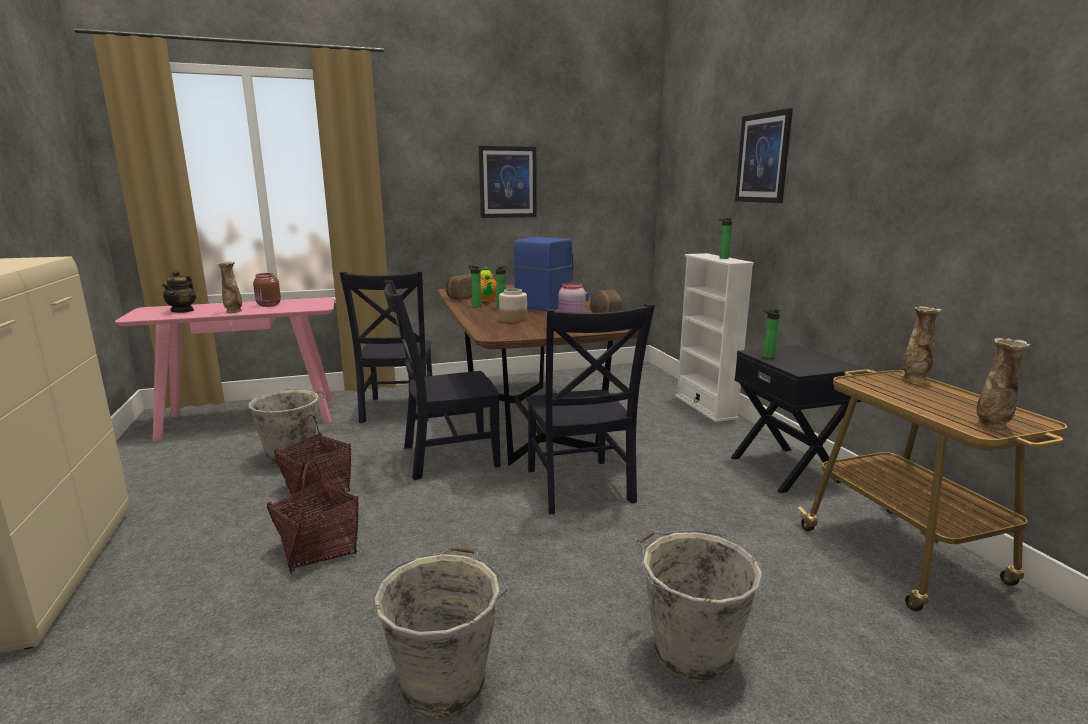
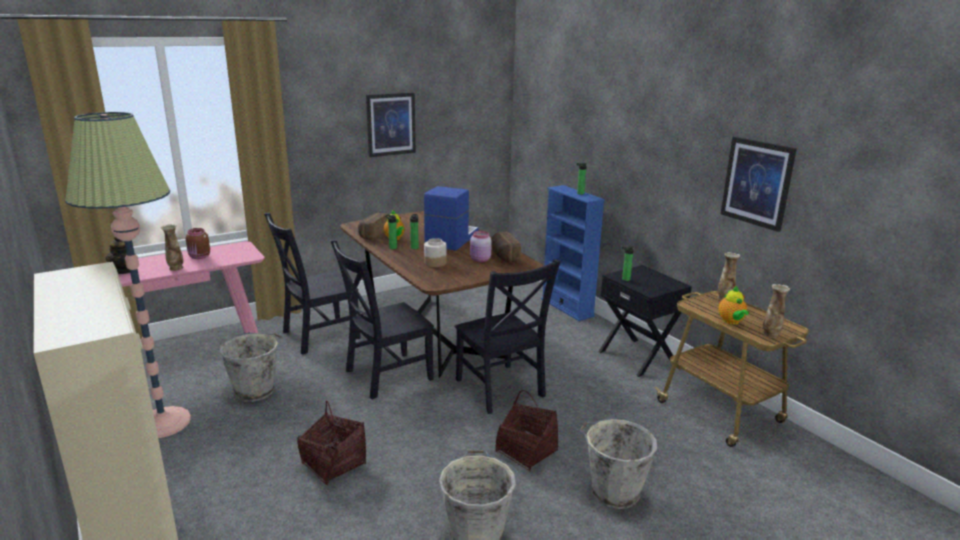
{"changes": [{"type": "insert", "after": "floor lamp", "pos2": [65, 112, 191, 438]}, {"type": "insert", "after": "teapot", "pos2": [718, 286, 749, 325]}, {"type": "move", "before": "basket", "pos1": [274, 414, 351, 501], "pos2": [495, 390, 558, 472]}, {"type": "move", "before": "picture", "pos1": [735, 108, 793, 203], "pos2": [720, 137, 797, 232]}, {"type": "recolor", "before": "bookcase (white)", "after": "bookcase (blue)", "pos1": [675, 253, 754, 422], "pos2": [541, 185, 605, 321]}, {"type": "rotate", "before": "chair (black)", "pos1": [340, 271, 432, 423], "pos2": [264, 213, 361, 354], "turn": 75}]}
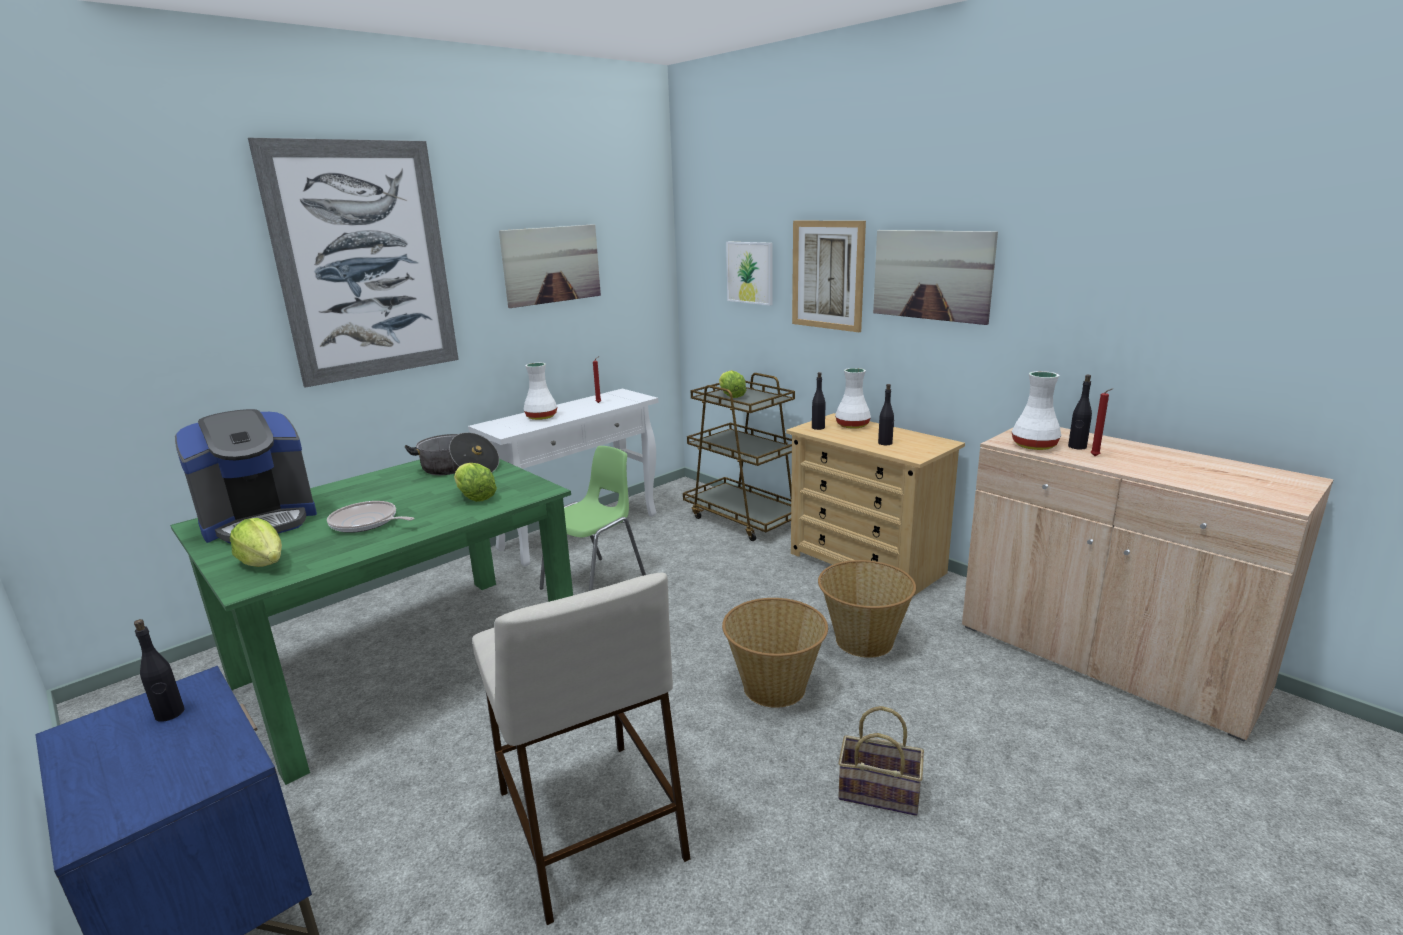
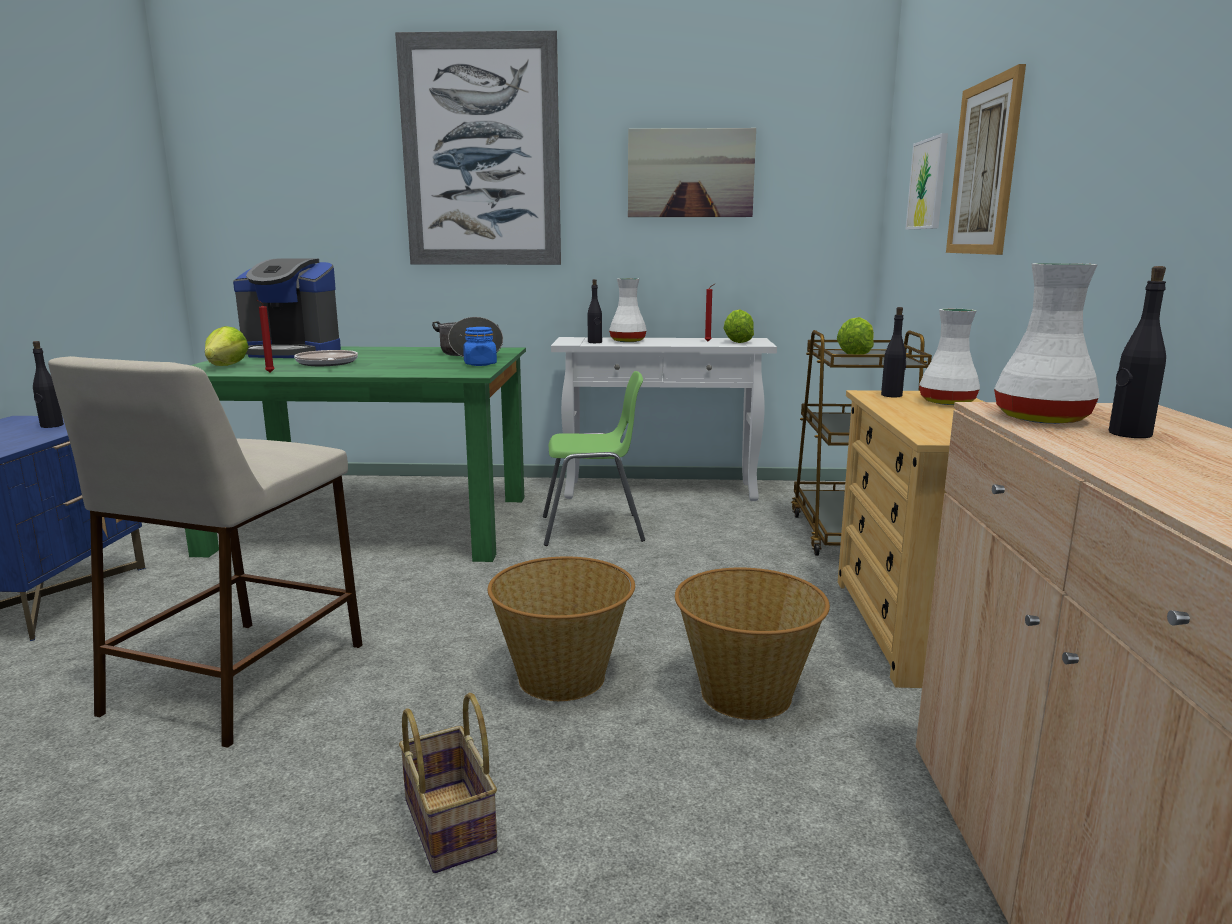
{"changes": [{"type": "delete", "before": "picture", "pos1": [873, 230, 998, 325]}, {"type": "insert", "after": "jar (blue)", "pos2": [463, 327, 497, 366]}, {"type": "move", "before": "lettuce", "pos1": [454, 463, 497, 502], "pos2": [723, 309, 754, 343]}, {"type": "move", "before": "bottle (black)", "pos1": [878, 384, 894, 445], "pos2": [588, 279, 602, 343]}, {"type": "move", "before": "candle (red)", "pos1": [1091, 388, 1113, 456], "pos2": [257, 300, 275, 373]}]}
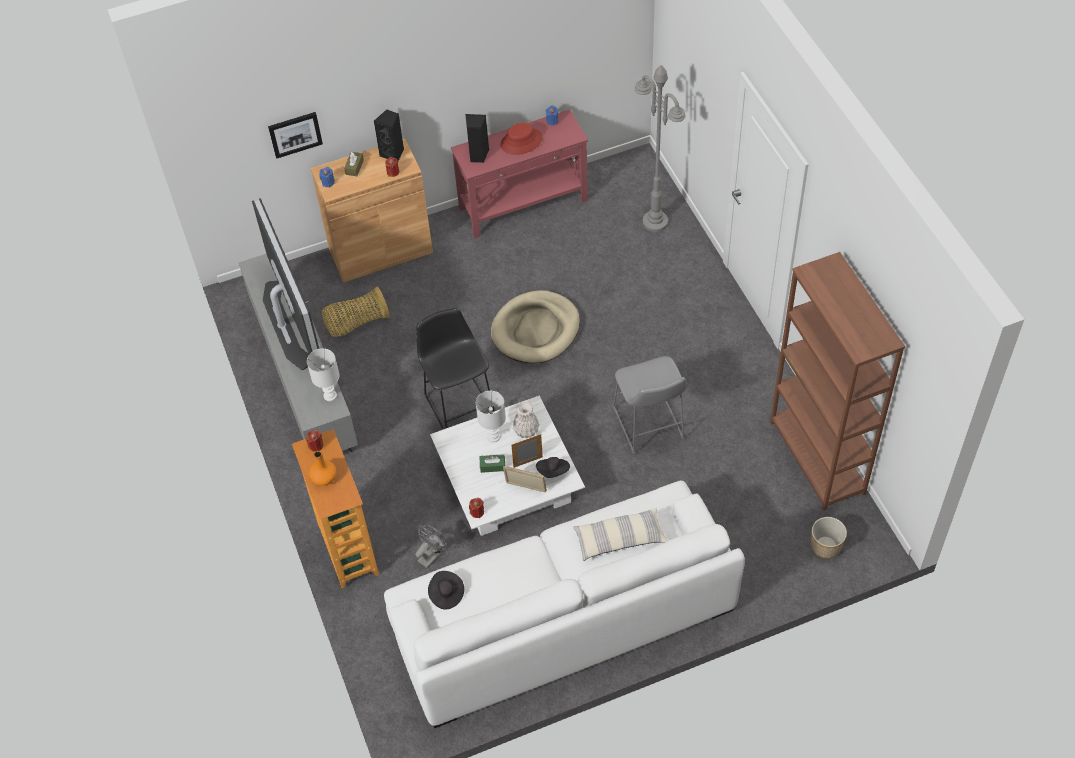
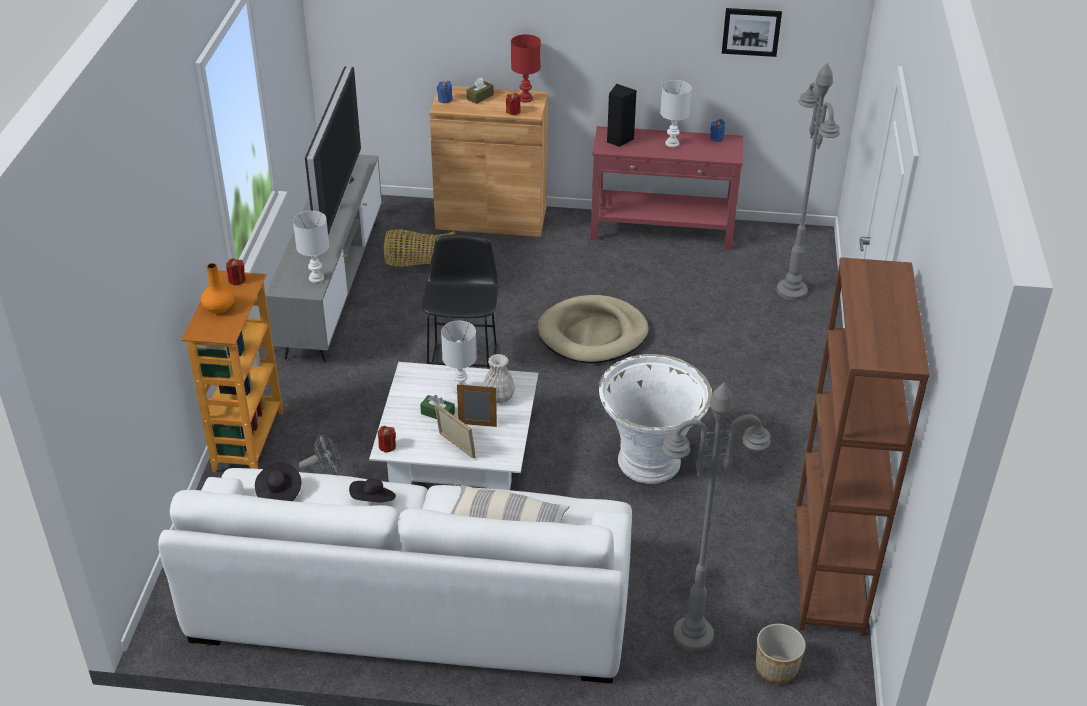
{"changes": [{"type": "insert", "after": "floor lamp (grey)", "pos2": [662, 383, 771, 652]}, {"type": "move", "before": "picture", "pos1": [268, 112, 323, 159], "pos2": [722, 8, 782, 57]}, {"type": "move", "before": "hat (black)", "pos1": [536, 457, 570, 478], "pos2": [349, 478, 396, 502]}, {"type": "replace", "before": "speaker (black)", "after": "table lamp (red)", "pos1": [374, 109, 404, 161], "pos2": [511, 34, 541, 103]}, {"type": "replace", "before": "hat (red)", "after": "table lamp (white)", "pos1": [501, 123, 543, 155], "pos2": [660, 80, 692, 147]}, {"type": "replace", "before": "stool (grey)", "after": "planter (white)", "pos1": [613, 356, 687, 454], "pos2": [599, 354, 712, 484]}]}
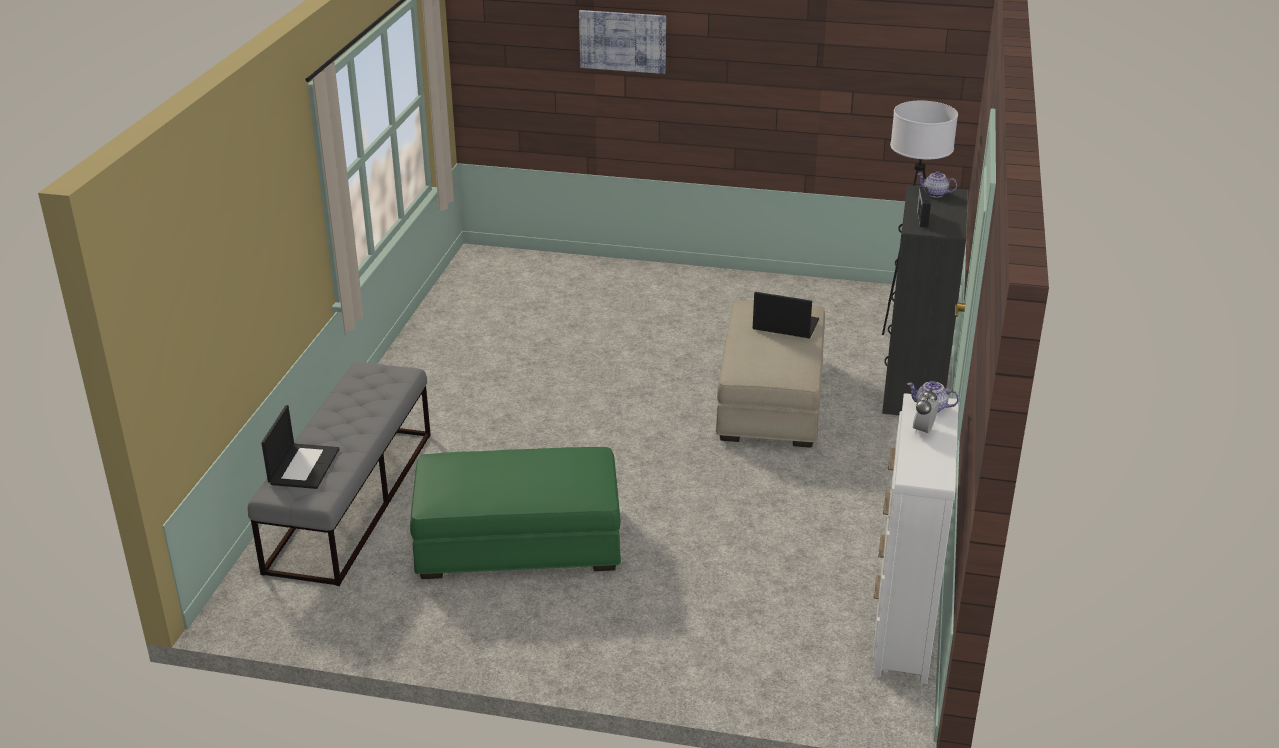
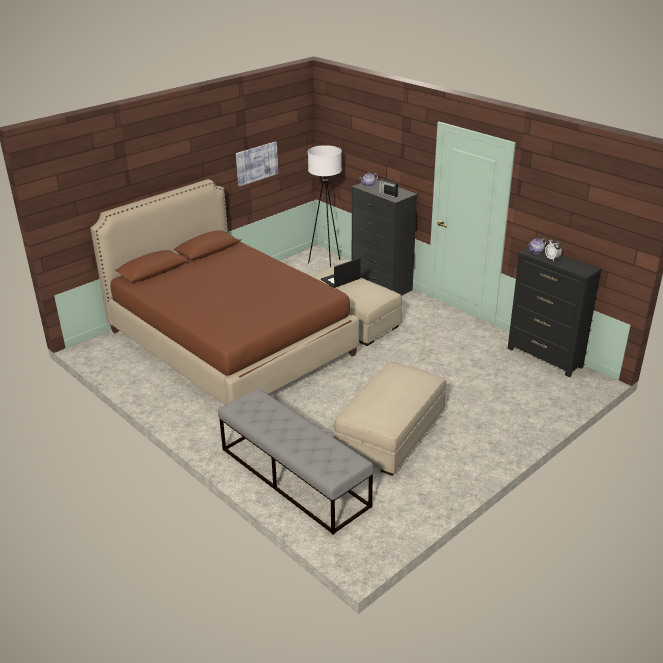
{"changes": [{"type": "delete", "before": "laptop", "pos1": [261, 405, 339, 489]}, {"type": "insert", "after": "bed (brown)", "pos2": [90, 179, 359, 405]}, {"type": "move", "before": "picture", "pos1": [579, 10, 666, 74], "pos2": [236, 141, 278, 186]}, {"type": "recolor", "before": "ottoman (green)", "after": "ottoman (beige)", "pos1": [410, 447, 621, 579], "pos2": [334, 362, 446, 476]}, {"type": "recolor", "before": "dresser (white)", "after": "dresser (black)", "pos1": [873, 393, 959, 684], "pos2": [508, 248, 602, 377]}]}
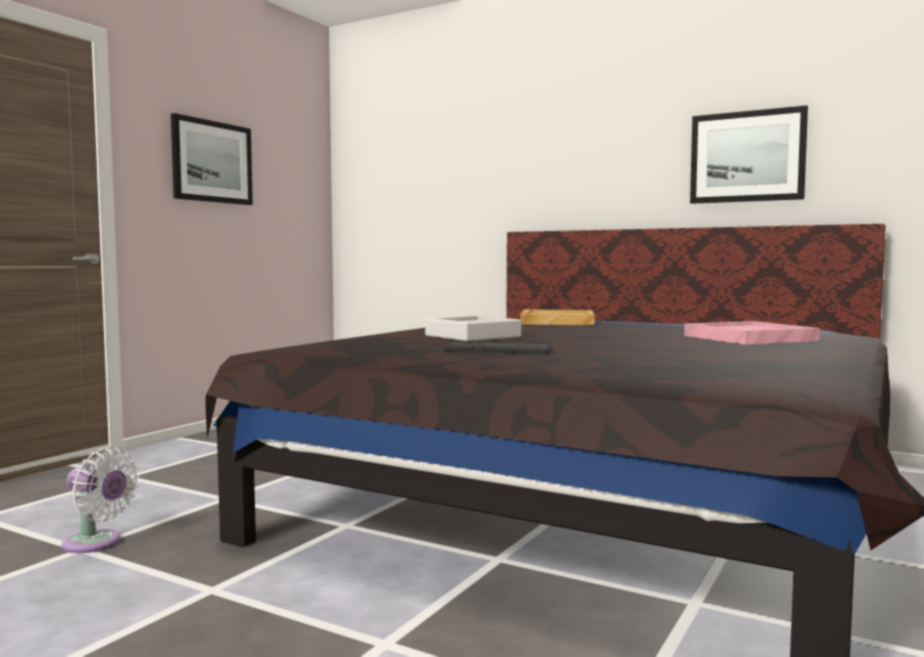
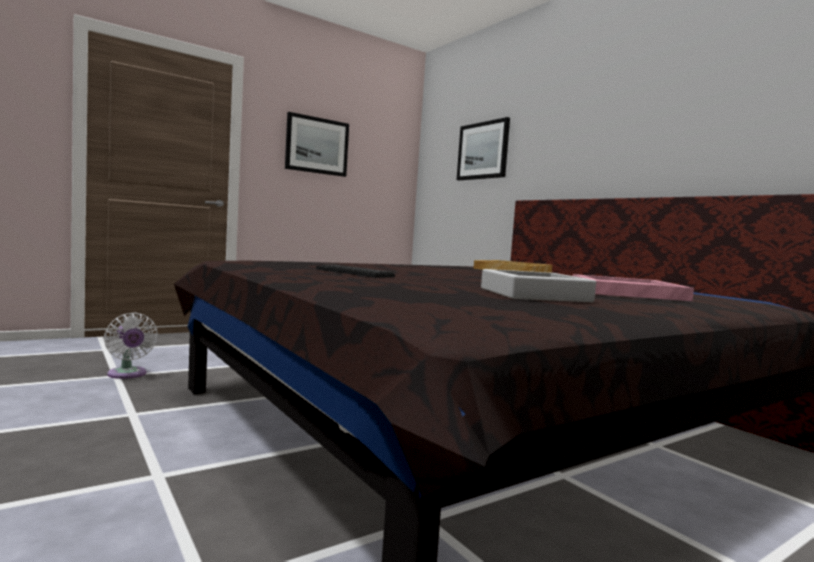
{"changes": [{"type": "move", "before": "tray (grey)", "pos1": [425, 316, 522, 341], "pos2": [481, 269, 596, 302]}, {"type": "move", "before": "picture", "pos1": [690, 105, 808, 204], "pos2": [457, 117, 510, 180]}]}
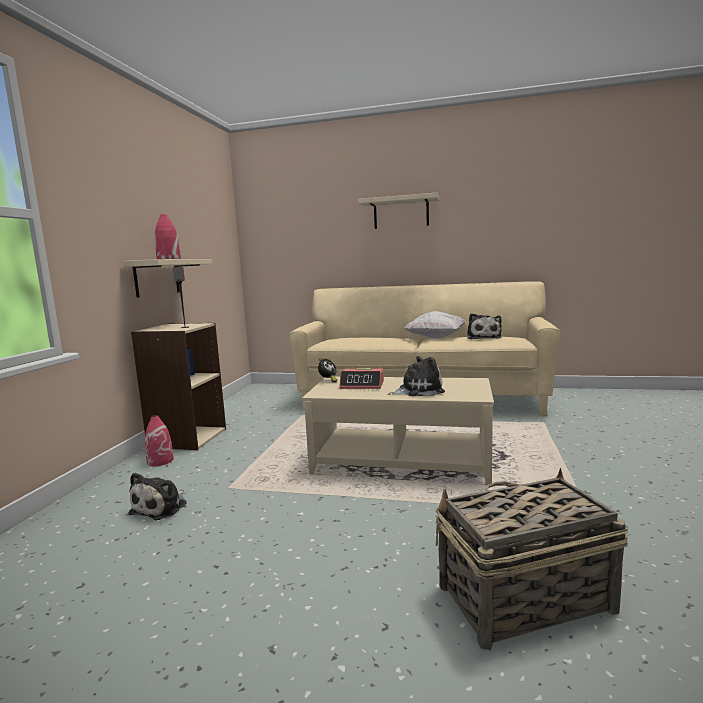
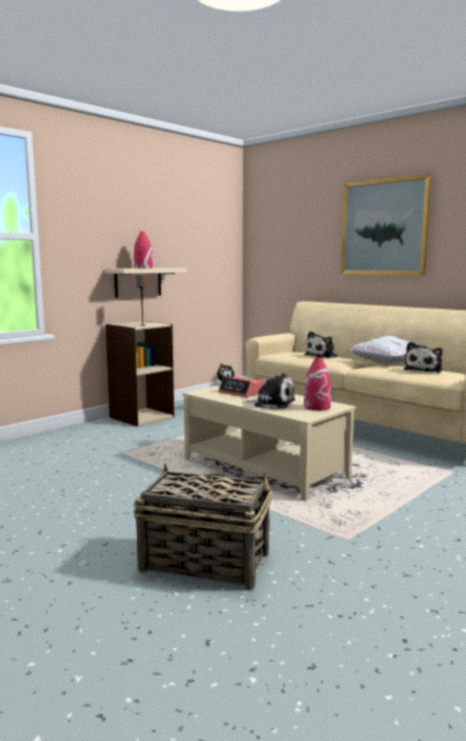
{"changes": [{"type": "move", "before": "plush toy", "pos1": [128, 473, 187, 520], "pos2": [304, 331, 338, 358]}, {"type": "move", "before": "vase (red)", "pos1": [145, 415, 174, 466], "pos2": [304, 357, 331, 411]}, {"type": "replace", "before": "shelf (beige)", "after": "picture", "pos1": [358, 193, 439, 229], "pos2": [341, 174, 432, 275]}]}
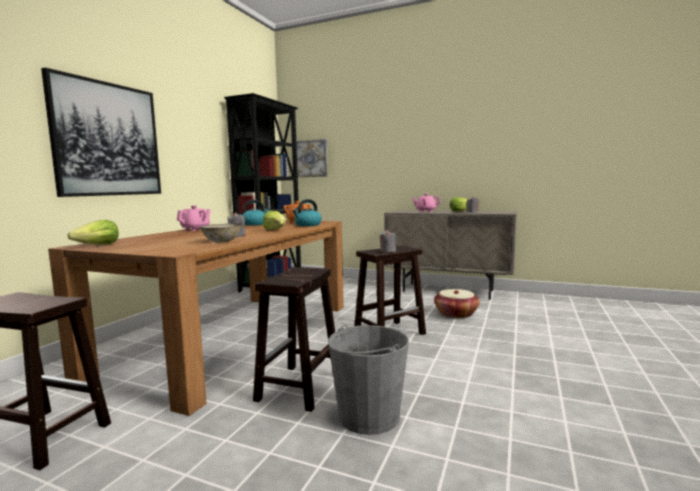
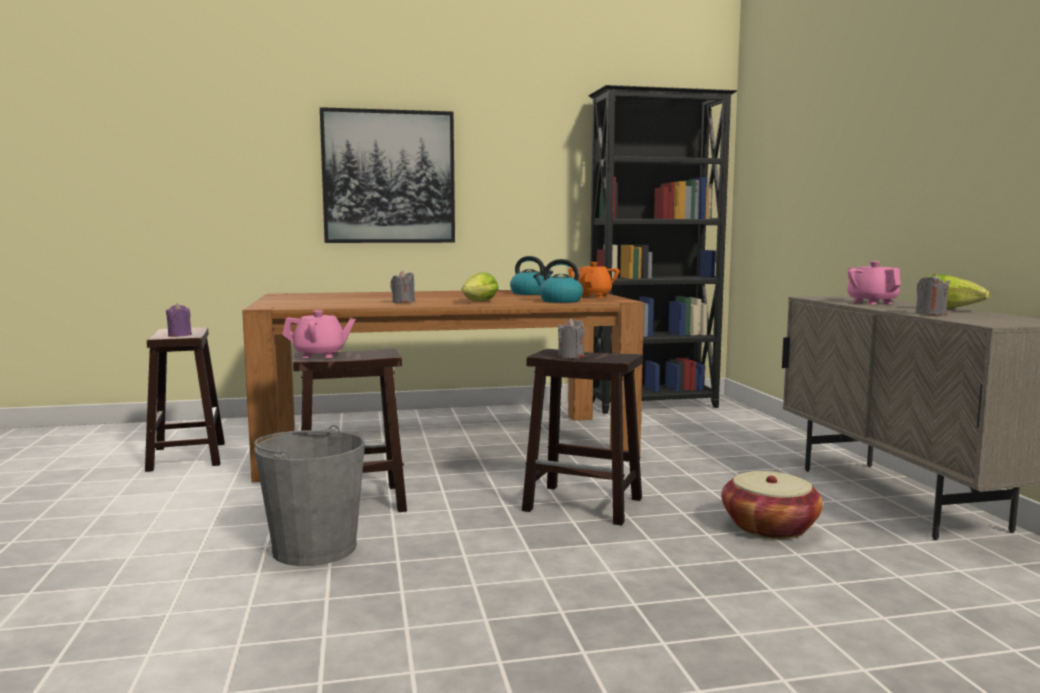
{"changes": [{"type": "delete", "before": "lettuce", "pos1": [68, 220, 119, 245]}, {"type": "delete", "before": "bowl", "pos1": [200, 223, 242, 243]}, {"type": "delete", "before": "picture", "pos1": [296, 139, 328, 177]}, {"type": "insert", "after": "candle (purple)", "pos2": [166, 303, 192, 337]}, {"type": "move", "before": "teapot (pink)", "pos1": [177, 205, 211, 231], "pos2": [282, 310, 356, 358]}]}
